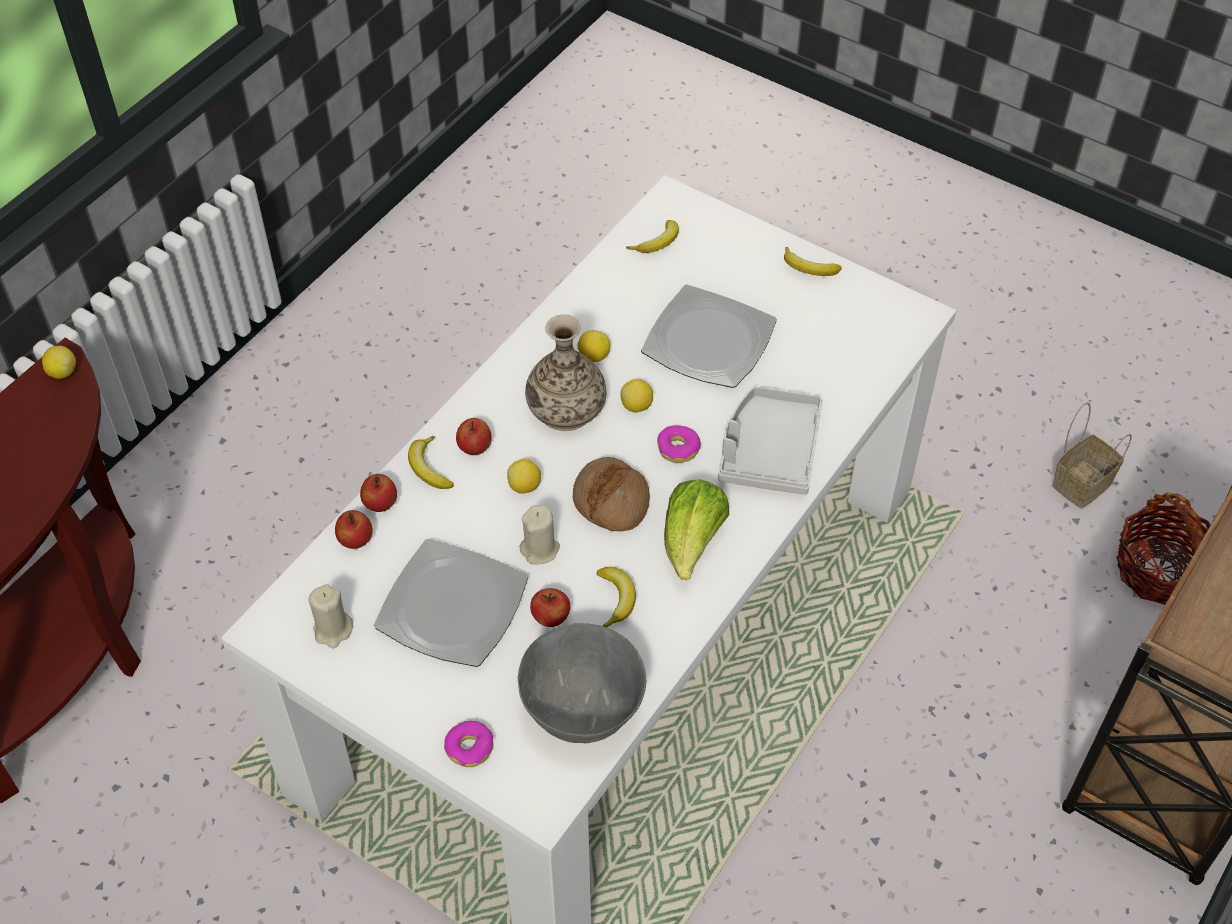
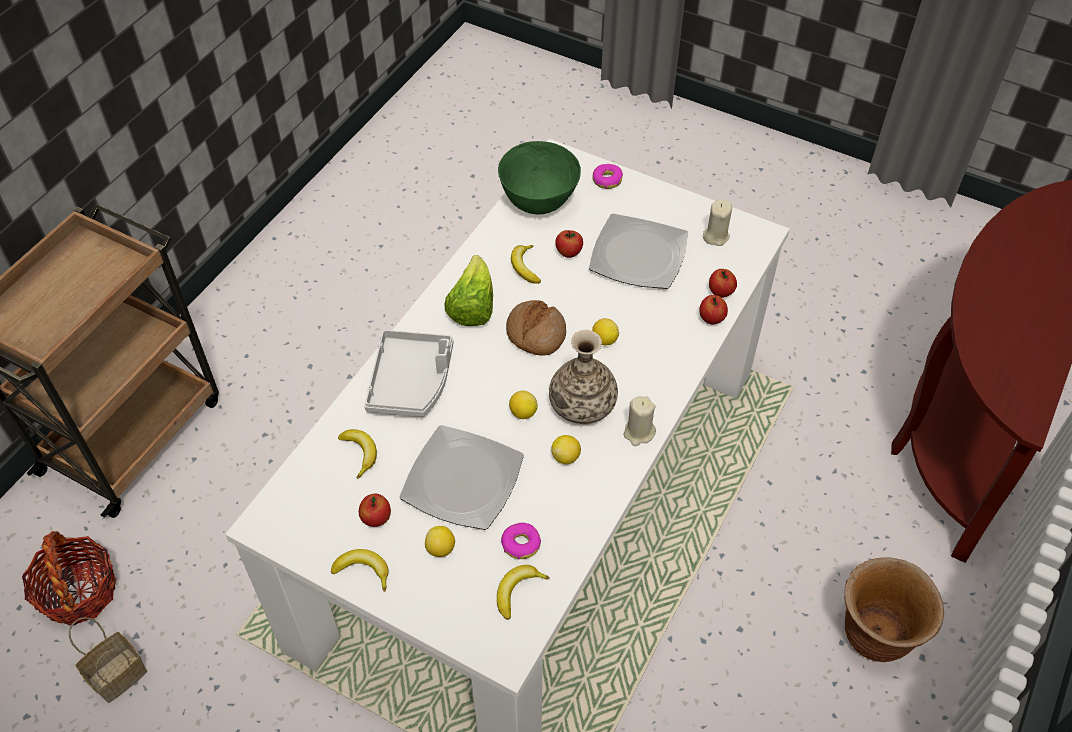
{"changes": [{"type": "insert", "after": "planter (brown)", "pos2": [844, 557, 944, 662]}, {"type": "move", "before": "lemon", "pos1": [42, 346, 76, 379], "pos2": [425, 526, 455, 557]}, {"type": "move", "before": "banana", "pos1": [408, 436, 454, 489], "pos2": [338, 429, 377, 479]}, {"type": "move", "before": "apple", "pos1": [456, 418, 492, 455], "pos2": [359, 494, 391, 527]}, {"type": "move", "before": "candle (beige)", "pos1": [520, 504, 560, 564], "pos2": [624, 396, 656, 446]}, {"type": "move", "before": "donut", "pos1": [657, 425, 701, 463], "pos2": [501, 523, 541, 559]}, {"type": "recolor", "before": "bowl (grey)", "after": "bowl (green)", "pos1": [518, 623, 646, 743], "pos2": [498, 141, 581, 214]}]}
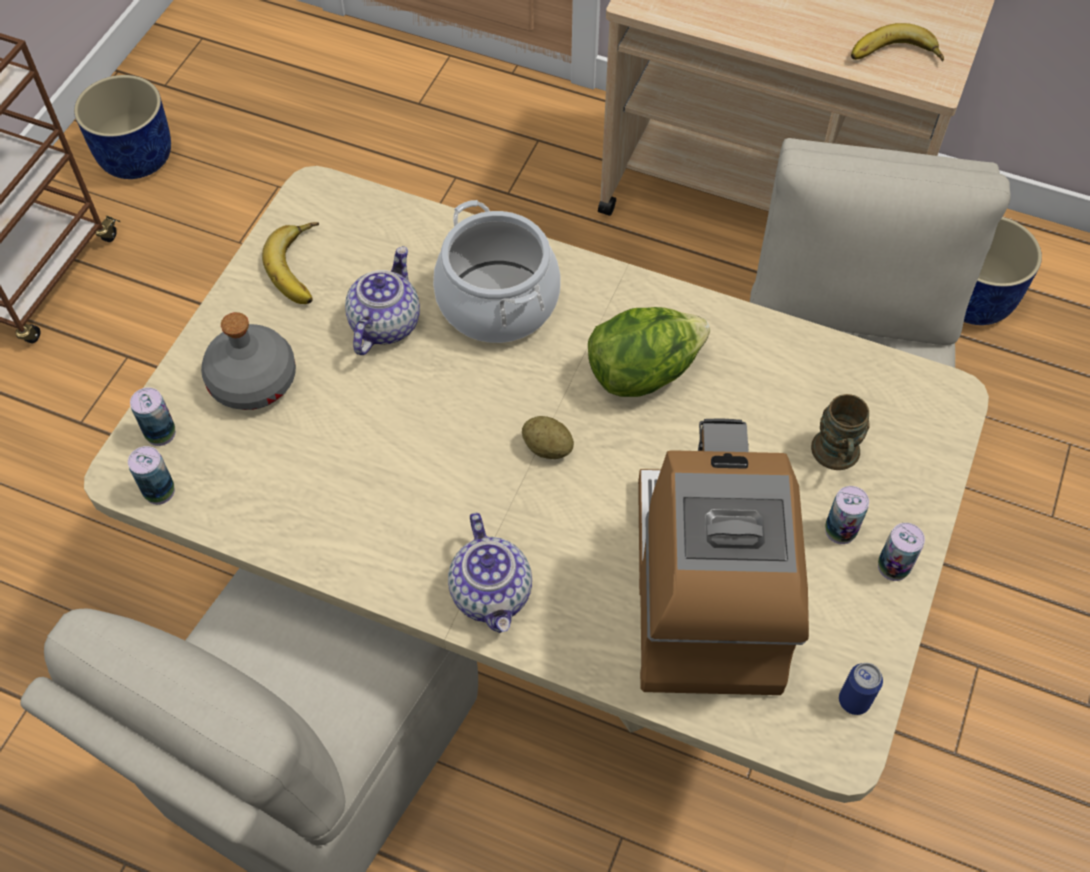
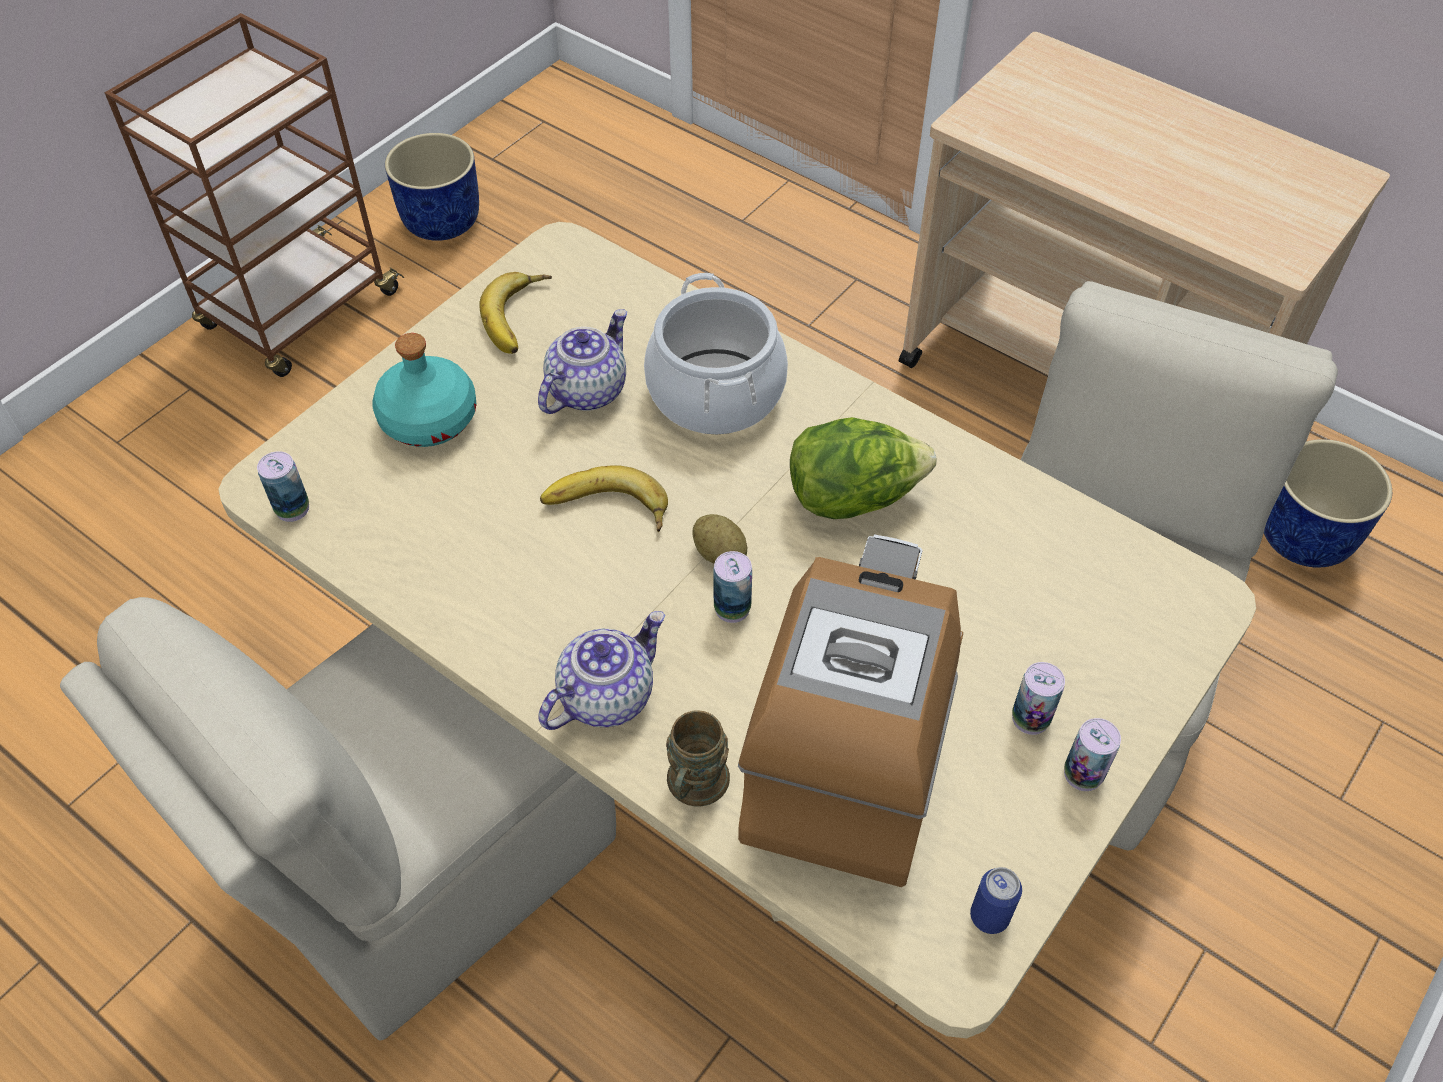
{"changes": [{"type": "move", "before": "can", "pos1": [130, 387, 176, 446], "pos2": [713, 551, 752, 623]}, {"type": "move", "before": "mug (brown)", "pos1": [811, 394, 870, 470], "pos2": [666, 710, 730, 806]}, {"type": "move", "before": "banana", "pos1": [851, 23, 944, 62], "pos2": [540, 466, 668, 532]}, {"type": "recolor", "before": "bottle (grey)", "after": "bottle (turquoise)", "pos1": [201, 312, 296, 410], "pos2": [373, 333, 476, 447]}, {"type": "rotate", "before": "teapot", "pos1": [448, 513, 532, 633], "pos2": [538, 611, 665, 730], "turn": -135}]}
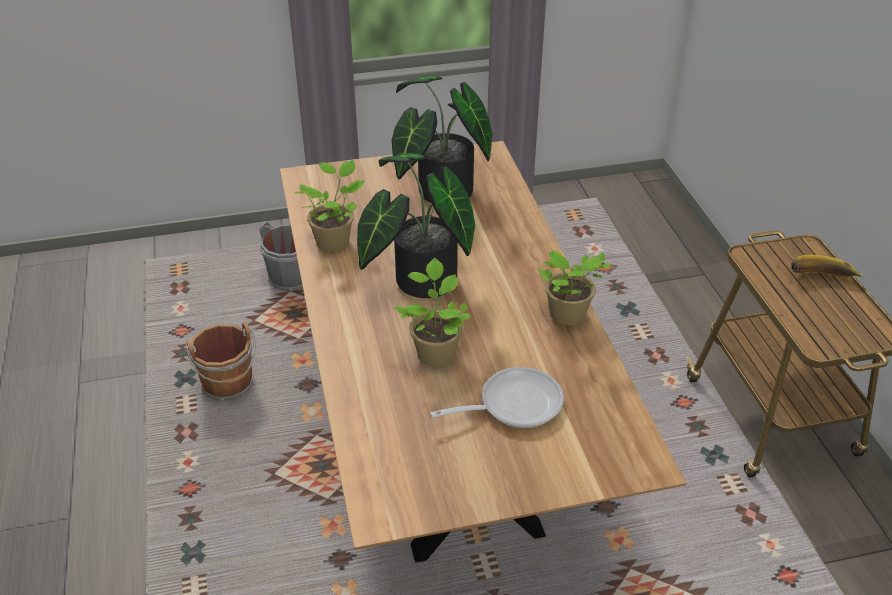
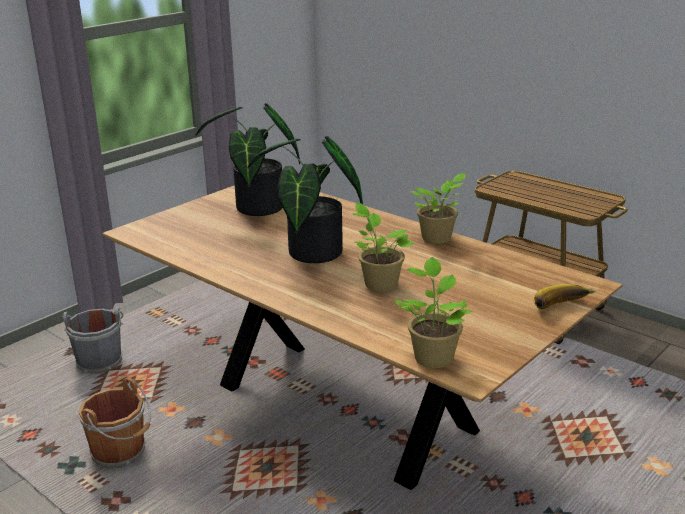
{"changes": [{"type": "delete", "before": "frying pan", "pos1": [430, 367, 564, 428]}, {"type": "move", "before": "potted plant", "pos1": [294, 160, 365, 252], "pos2": [394, 257, 472, 368]}, {"type": "move", "before": "banana", "pos1": [791, 255, 863, 277], "pos2": [534, 284, 597, 310]}]}
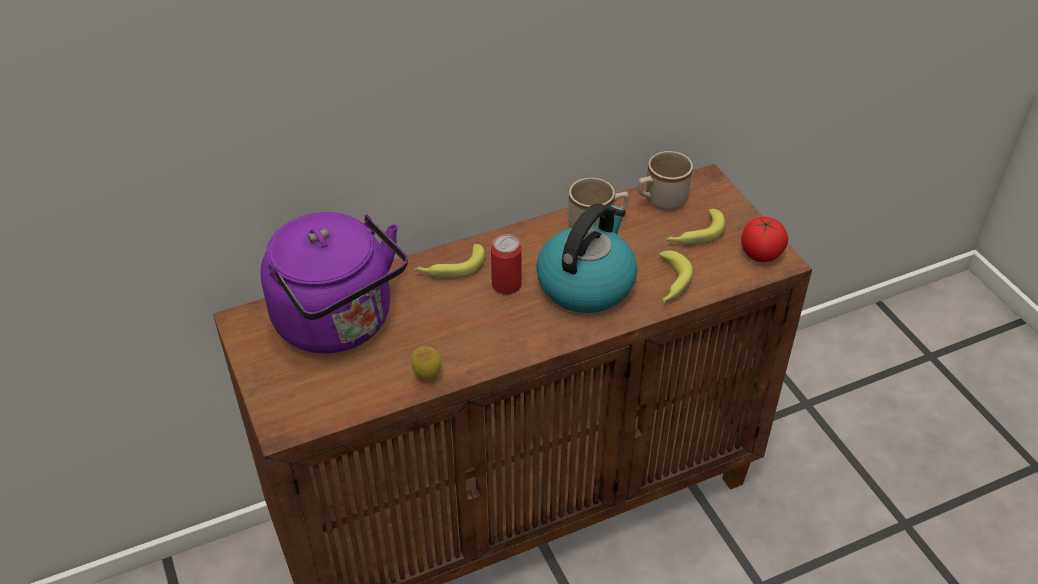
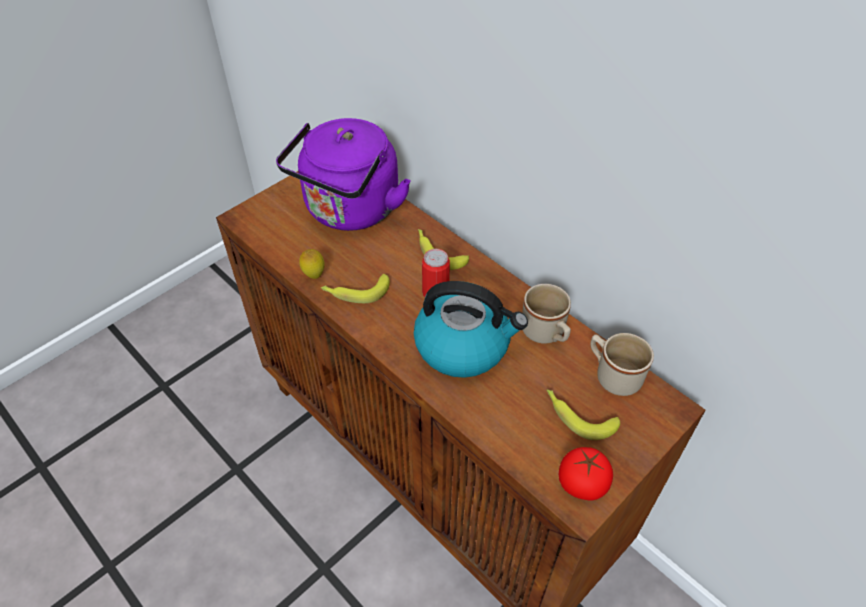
{"changes": [{"type": "move", "before": "banana", "pos1": [659, 250, 693, 303], "pos2": [321, 274, 390, 303]}]}
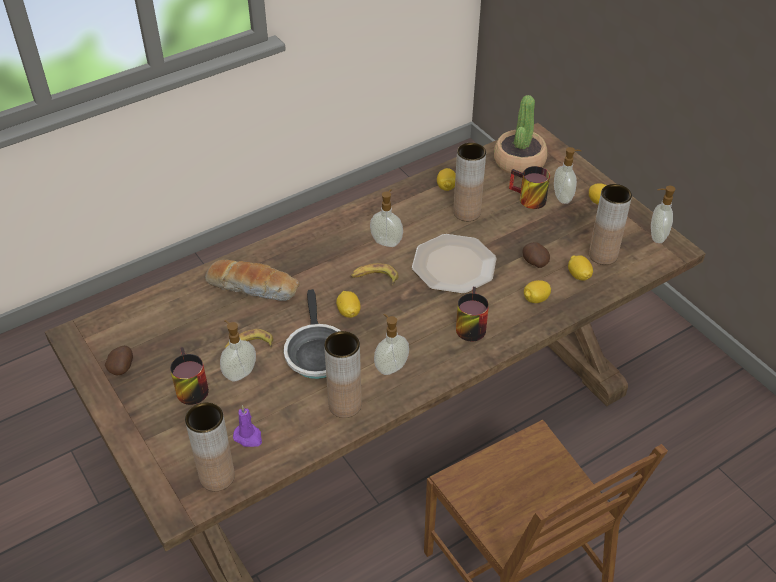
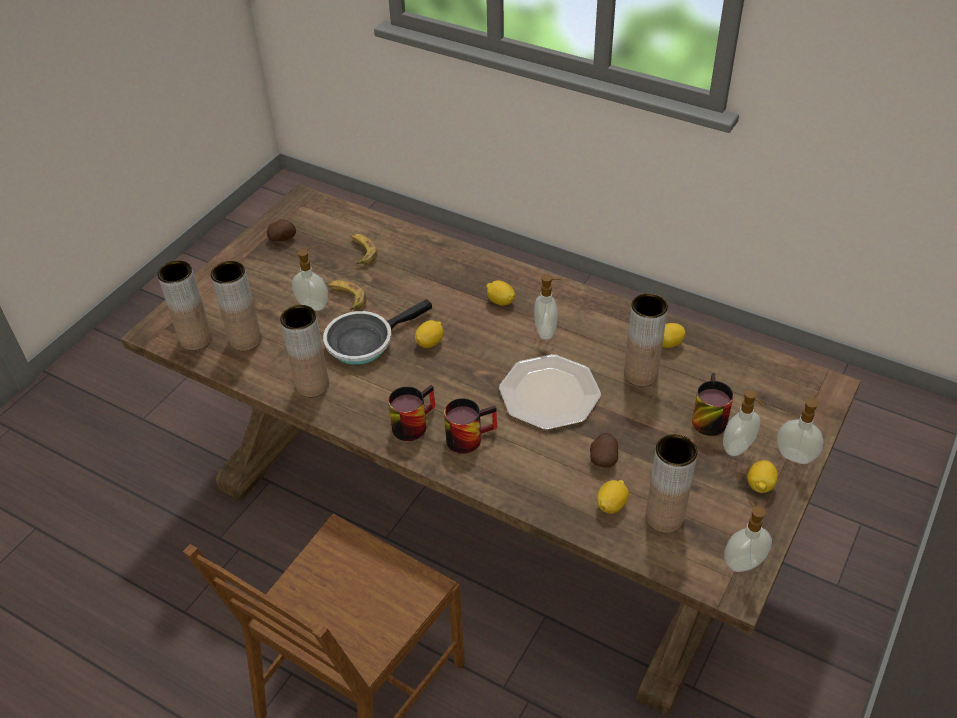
{"changes": [{"type": "delete", "before": "bread", "pos1": [205, 260, 299, 301]}, {"type": "delete", "before": "potted plant", "pos1": [494, 95, 547, 174]}, {"type": "move", "before": "mug", "pos1": [170, 347, 209, 405], "pos2": [388, 385, 435, 441]}, {"type": "move", "before": "banana", "pos1": [351, 263, 399, 285], "pos2": [351, 234, 377, 264]}, {"type": "move", "before": "soap dispenser", "pos1": [374, 313, 409, 375], "pos2": [777, 395, 824, 464]}, {"type": "move", "before": "lemon", "pos1": [524, 280, 551, 303], "pos2": [486, 280, 515, 306]}, {"type": "replace", "before": "candle (purple)", "after": "vase (brown)", "pos1": [233, 405, 262, 447], "pos2": [210, 261, 262, 351]}]}
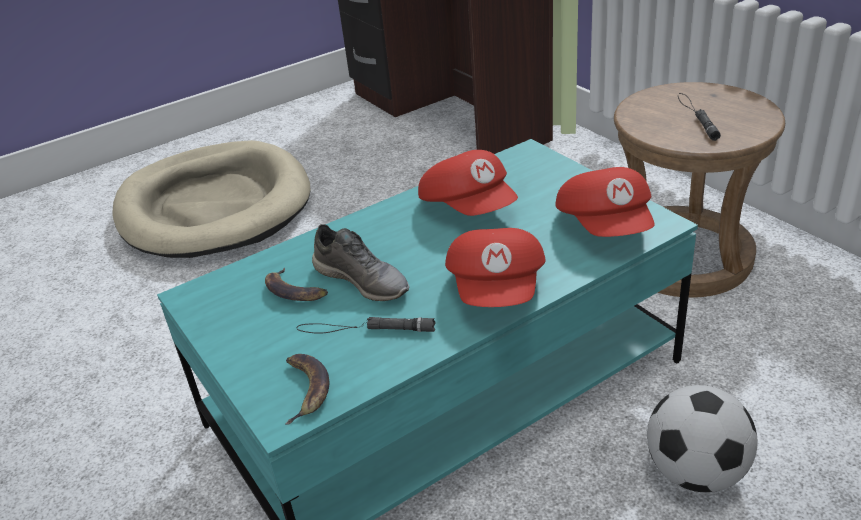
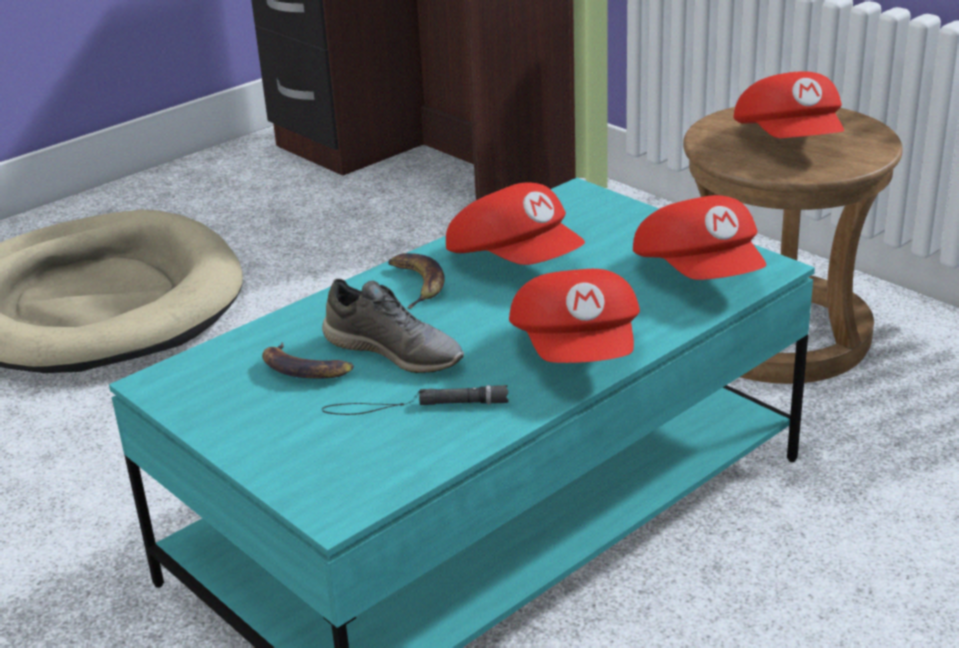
{"changes": [{"type": "delete", "before": "football", "pos1": [647, 385, 757, 492]}, {"type": "move", "before": "banana", "pos1": [285, 354, 330, 425], "pos2": [388, 253, 445, 309]}, {"type": "replace", "before": "flashlight (black)", "after": "cap (red)", "pos1": [678, 93, 721, 141], "pos2": [733, 71, 844, 138]}]}
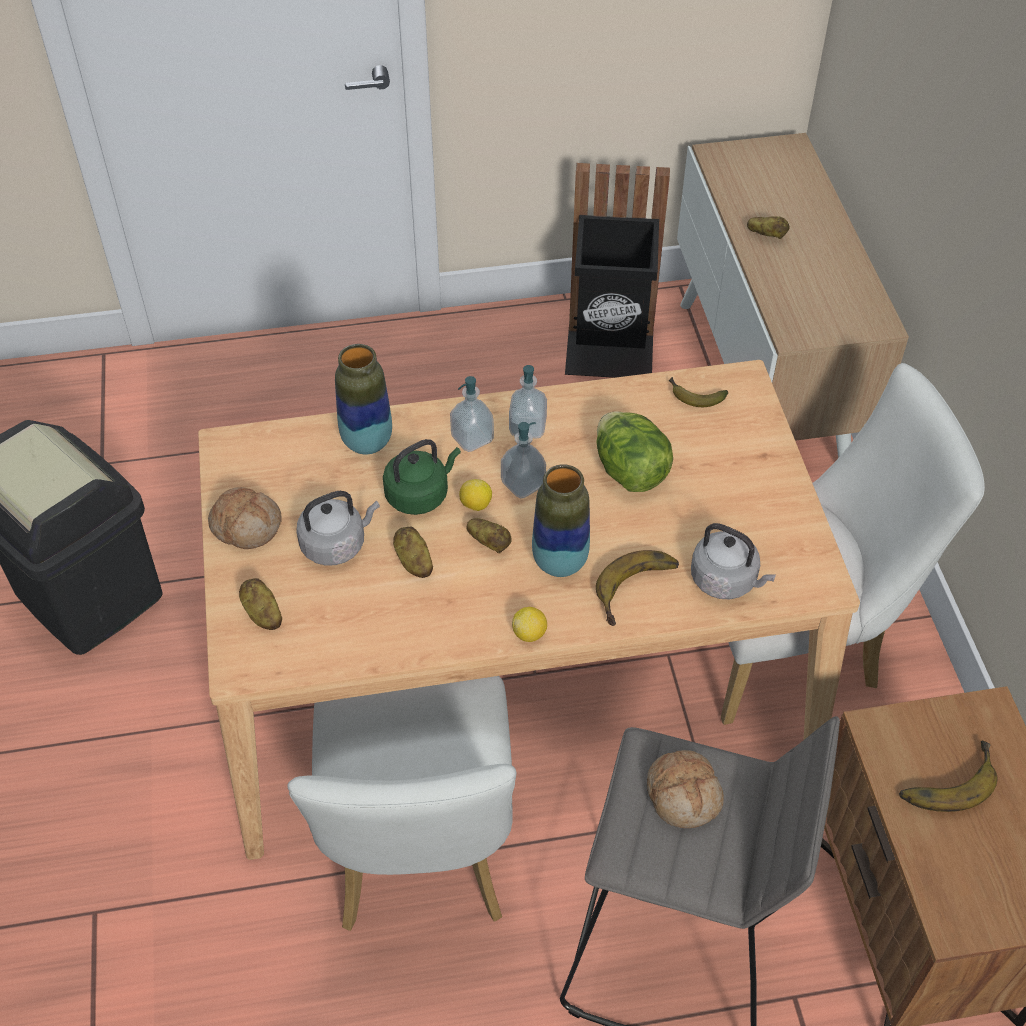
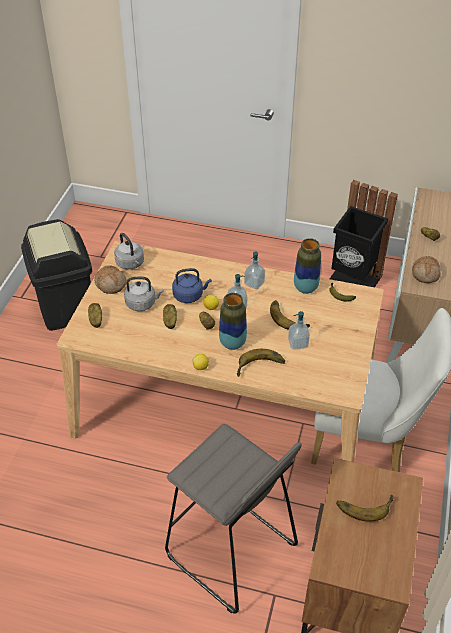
{"changes": [{"type": "delete", "before": "chair (white)", "pos1": [287, 676, 516, 931]}, {"type": "move", "before": "vase", "pos1": [335, 344, 392, 455], "pos2": [294, 238, 321, 294]}, {"type": "move", "before": "soap dispenser", "pos1": [450, 376, 494, 452], "pos2": [288, 311, 310, 350]}, {"type": "move", "before": "bread", "pos1": [647, 750, 724, 828], "pos2": [412, 256, 440, 283]}, {"type": "move", "before": "kettle (grey)", "pos1": [691, 523, 776, 599], "pos2": [114, 233, 144, 270]}, {"type": "replace", "before": "lettuce", "after": "banana", "pos1": [597, 411, 673, 492], "pos2": [270, 300, 310, 330]}, {"type": "recolor", "before": "kettle (green)", "after": "kettle (blue)", "pos1": [383, 439, 461, 515], "pos2": [172, 268, 212, 303]}]}
